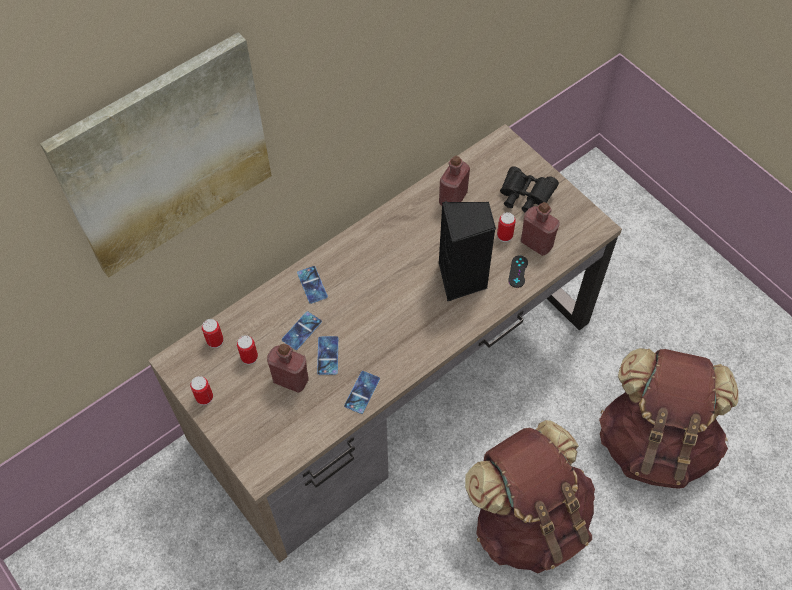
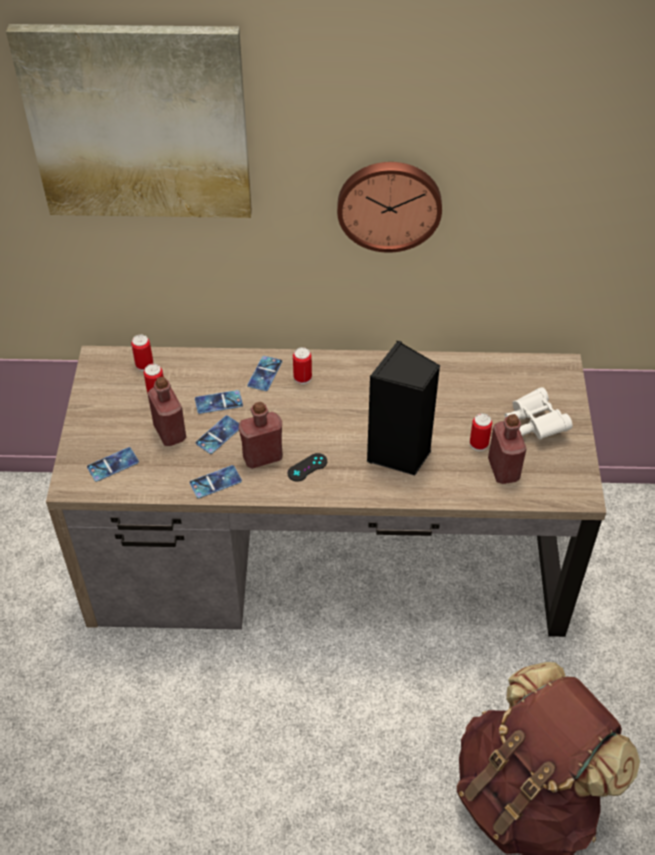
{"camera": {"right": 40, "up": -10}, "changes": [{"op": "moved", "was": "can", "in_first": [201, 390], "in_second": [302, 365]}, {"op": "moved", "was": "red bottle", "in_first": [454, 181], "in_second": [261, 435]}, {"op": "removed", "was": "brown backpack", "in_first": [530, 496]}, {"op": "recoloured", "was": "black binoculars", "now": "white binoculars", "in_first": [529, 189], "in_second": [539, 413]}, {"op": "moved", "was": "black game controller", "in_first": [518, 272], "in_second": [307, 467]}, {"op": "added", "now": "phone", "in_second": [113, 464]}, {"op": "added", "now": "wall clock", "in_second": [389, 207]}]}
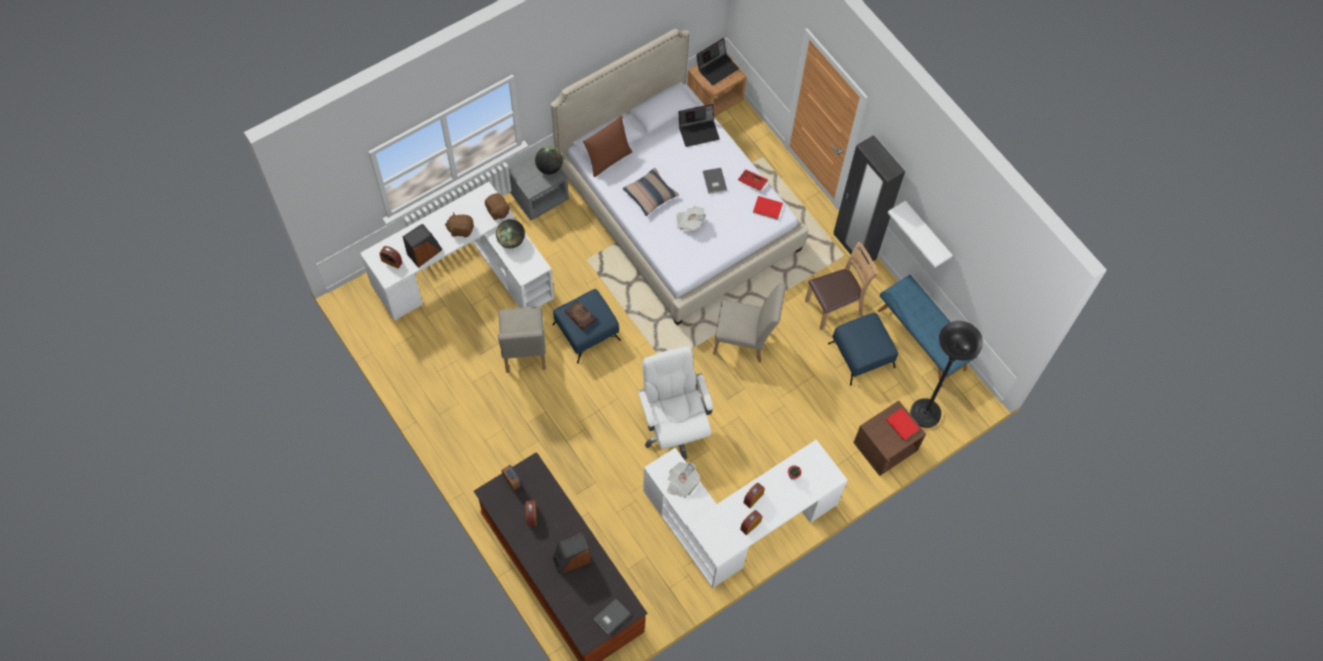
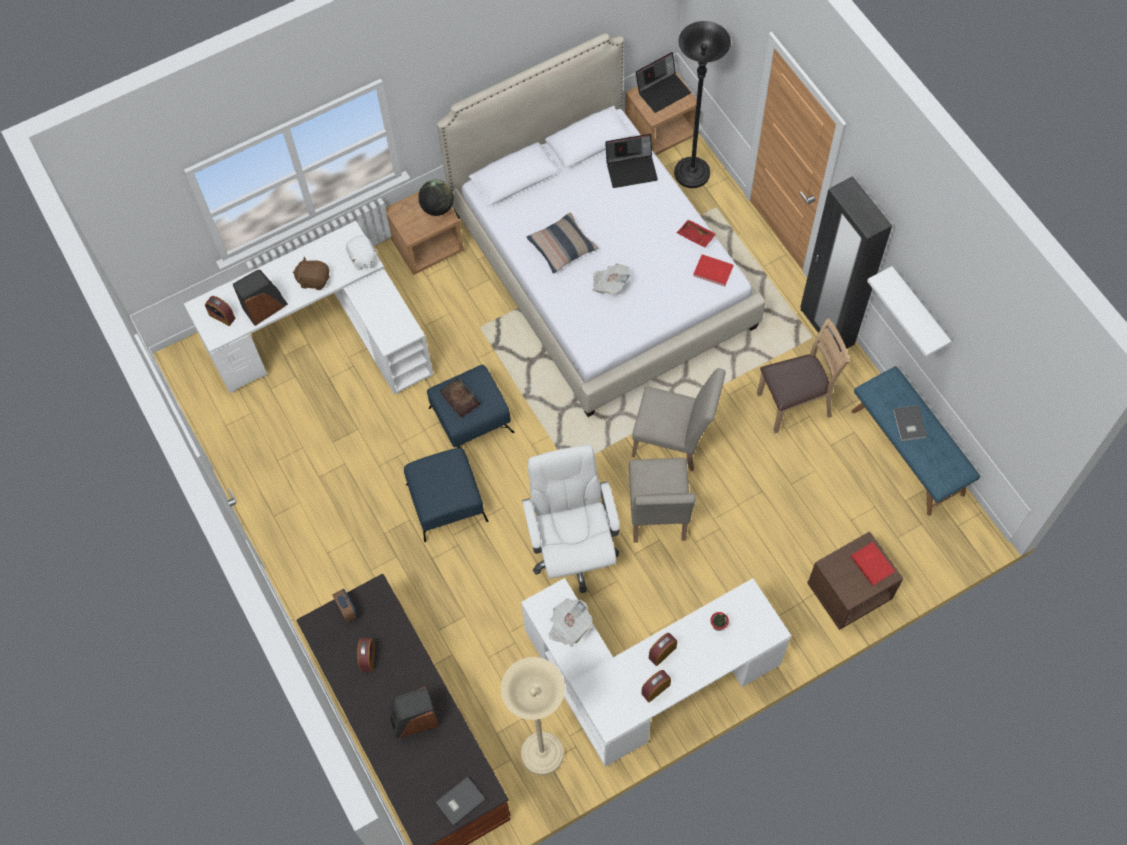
{"camera": {"right": 10, "up": 0}, "changes": [{"op": "recoloured", "was": "brown plush toy", "now": "white plush toy", "in_first": [497, 206], "in_second": [362, 252]}, {"op": "removed", "was": "globe", "in_first": [510, 233]}, {"op": "moved", "was": "beige chair", "in_first": [522, 339], "in_second": [662, 500]}, {"op": "recoloured", "was": "grey nightstand", "now": "brown nightstand", "in_first": [539, 187], "in_second": [424, 233]}, {"op": "removed", "was": "brown pillow", "in_first": [607, 146]}, {"op": "moved", "was": "grey book", "in_first": [715, 181], "in_second": [910, 423]}, {"op": "moved", "was": "blue ottoman", "in_first": [863, 349], "in_second": [446, 495]}, {"op": "moved", "was": "black floor lamp", "in_first": [946, 374], "in_second": [702, 104]}, {"op": "added", "now": "beige floor lamp", "in_second": [533, 716]}]}
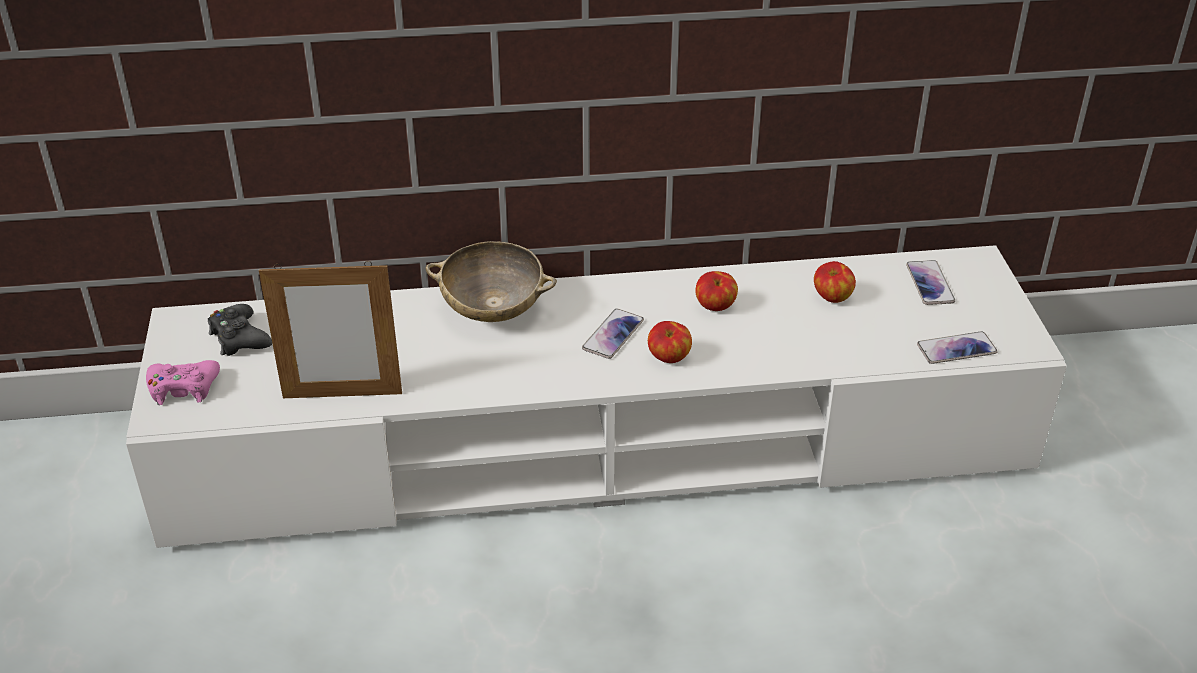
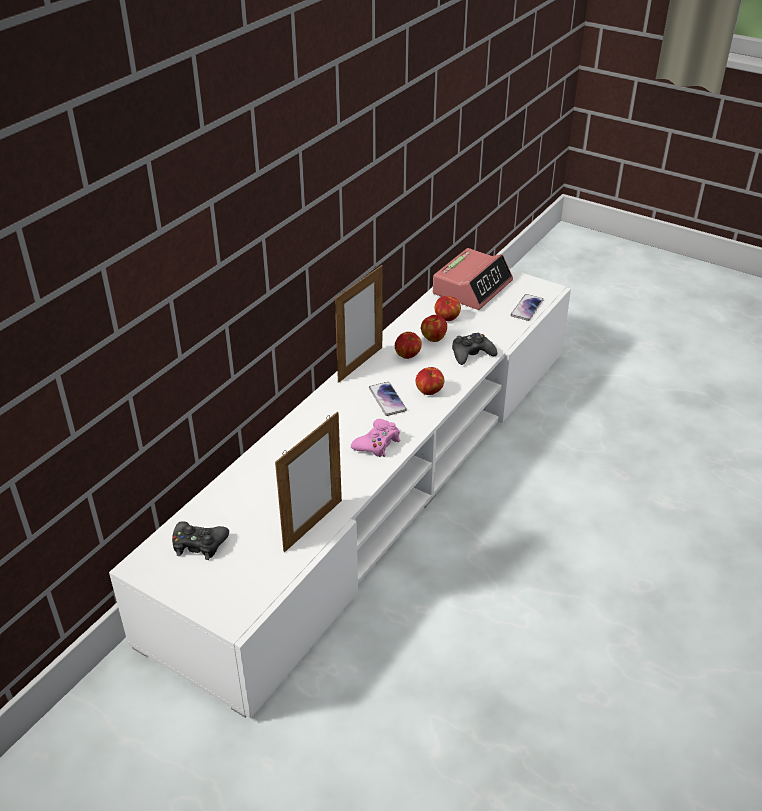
{"camera": {"right": -50, "up": 0}, "changes": [{"op": "moved", "was": "pink game controller", "in_first": [183, 382], "in_second": [375, 438]}, {"op": "removed", "was": "beige bowl", "in_first": [491, 281]}, {"op": "replaced", "was": "phone", "now": "alarm clock", "in_first": [930, 282], "in_second": [473, 279]}, {"op": "added", "now": "picture frame", "in_second": [358, 324]}, {"op": "added", "now": "apple", "in_second": [434, 328]}, {"op": "added", "now": "black game controller", "in_second": [474, 349]}]}
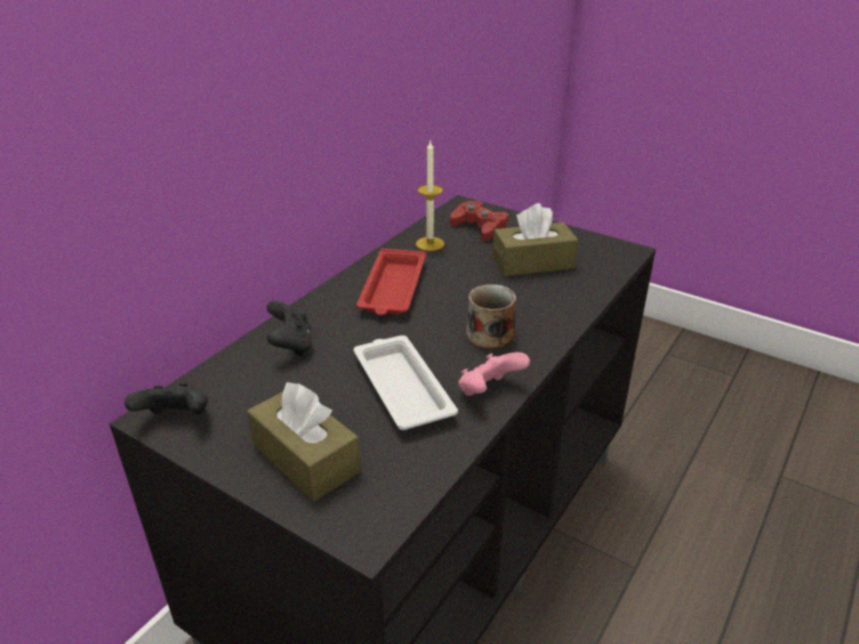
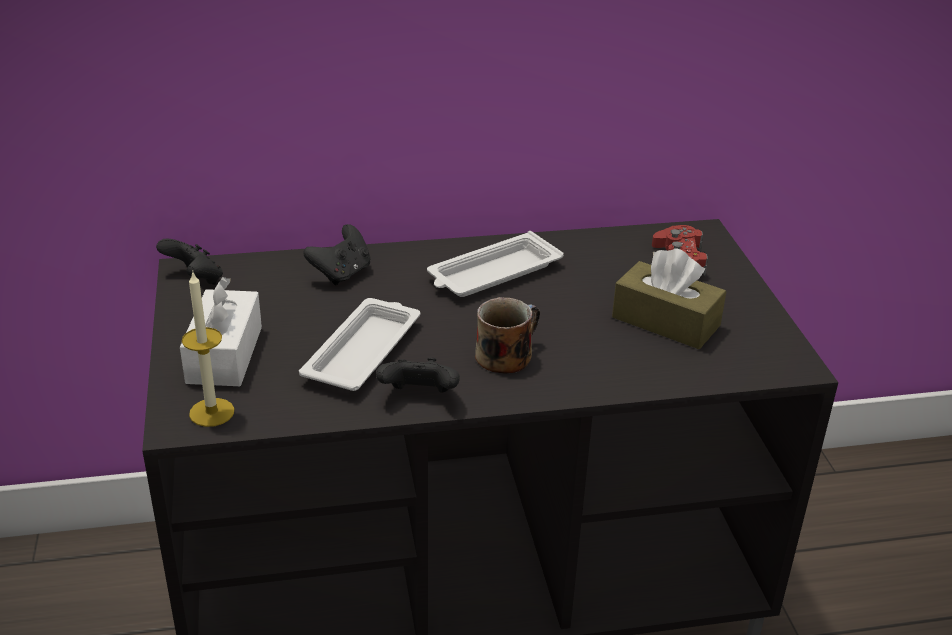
{"camera": {"right": 45, "up": 0}, "changes": [{"op": "recoloured", "was": "brown tissue box", "now": "white tissue box", "in_first": [304, 441], "in_second": [221, 331]}, {"op": "recoloured", "was": "red tray", "now": "white tray", "in_first": [391, 281], "in_second": [495, 264]}, {"op": "moved", "was": "candle", "in_first": [430, 196], "in_second": [208, 349]}, {"op": "recoloured", "was": "pink game controller", "now": "black game controller", "in_first": [494, 374], "in_second": [418, 375]}]}
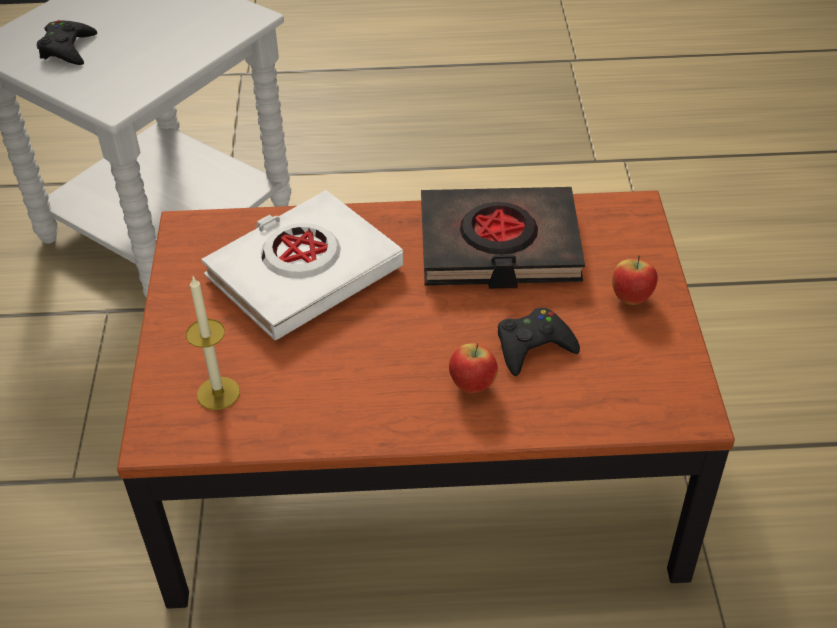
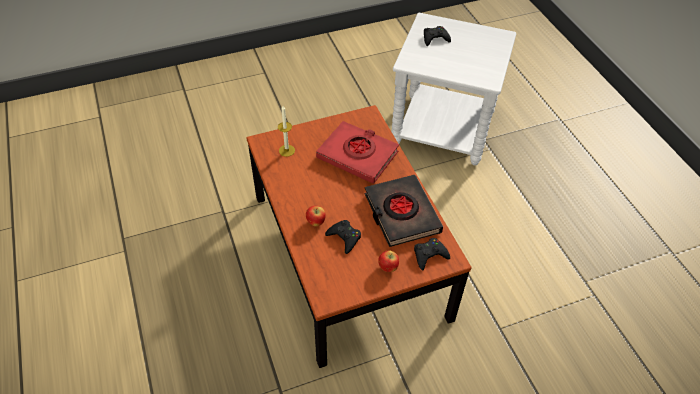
{"camera": {"right": 70, "up": 5}, "changes": [{"op": "recoloured", "was": "white book", "now": "red book", "in_first": [302, 265], "in_second": [357, 152]}, {"op": "added", "now": "black game controller", "in_second": [432, 254]}]}
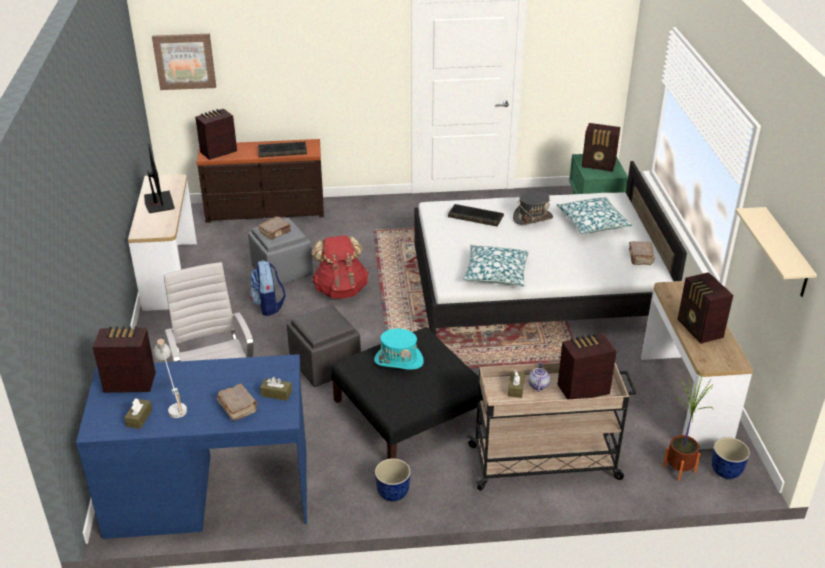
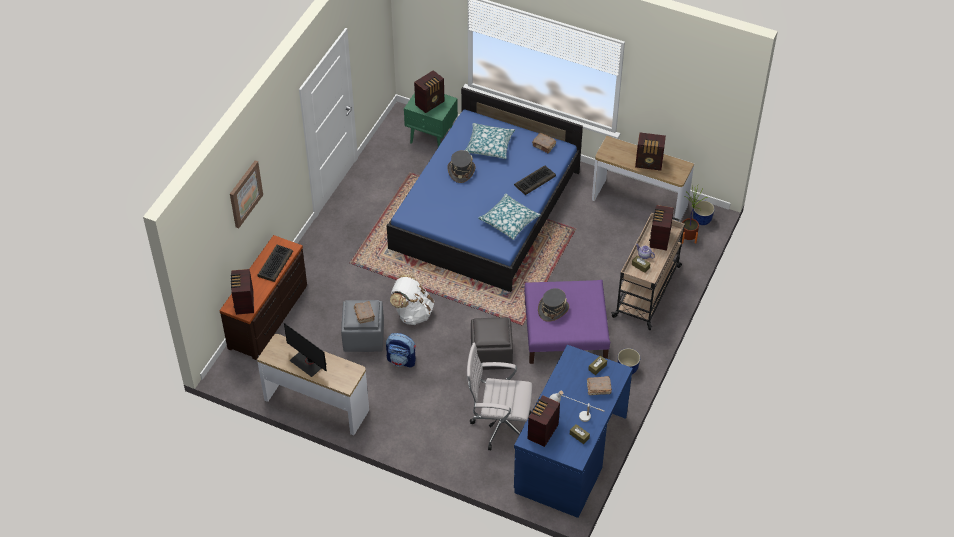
{"camera": {"right": -60, "up": 15}, "changes": [{"op": "turned", "was": "monitor", "in_first": [159, 178], "in_second": [305, 350], "clockwise": -150}, {"op": "moved", "was": "picture", "in_first": [184, 62], "in_second": [246, 194]}, {"op": "recoloured", "was": "red backpack", "now": "white backpack", "in_first": [340, 267], "in_second": [412, 300]}, {"op": "recoloured", "was": "black ottoman", "now": "purple ottoman", "in_first": [407, 393], "in_second": [567, 322]}, {"op": "recoloured", "was": "turquoise hat", "now": "grey hat", "in_first": [399, 349], "in_second": [553, 305]}, {"op": "recoloured", "was": "white bed", "now": "blue bed", "in_first": [551, 248], "in_second": [485, 189]}, {"op": "moved", "was": "keyboard", "in_first": [476, 215], "in_second": [535, 180]}, {"op": "removed", "was": "beige shelf", "in_first": [776, 252]}]}
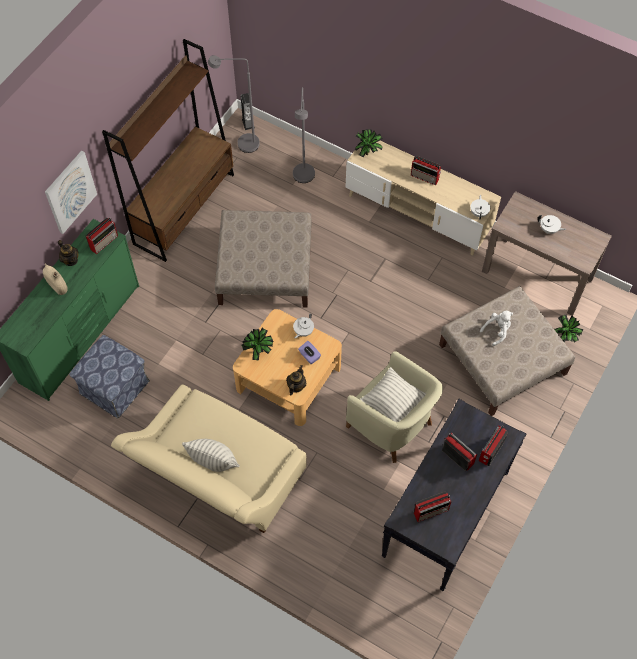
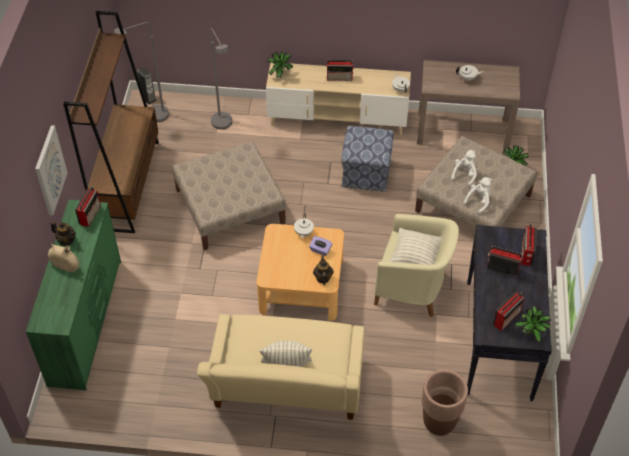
{"camera": {"right": -25, "up": -10}, "changes": [{"op": "moved", "was": "ottoman", "in_first": [109, 377], "in_second": [367, 159]}, {"op": "moved", "was": "potted plant", "in_first": [257, 344], "in_second": [533, 324]}, {"op": "added", "now": "brown planter", "in_second": [445, 402]}, {"op": "added", "now": "white plush toy", "in_second": [477, 195]}]}
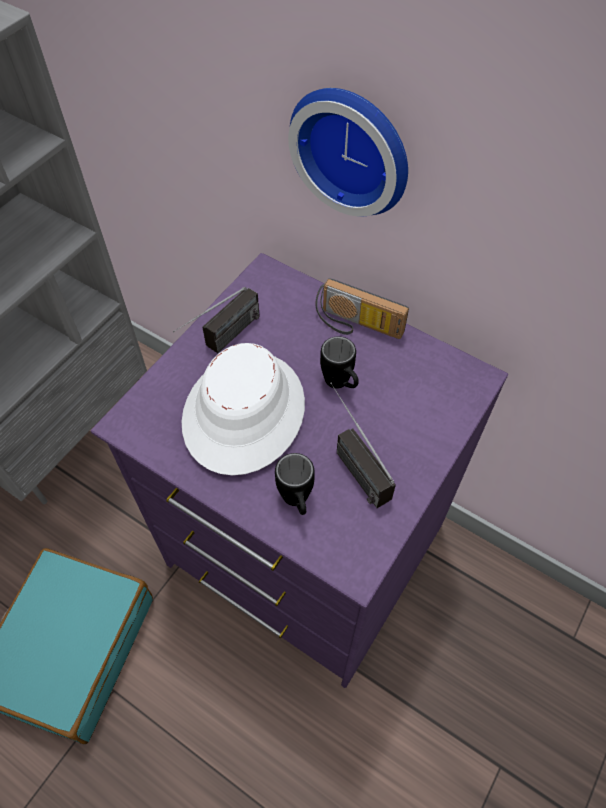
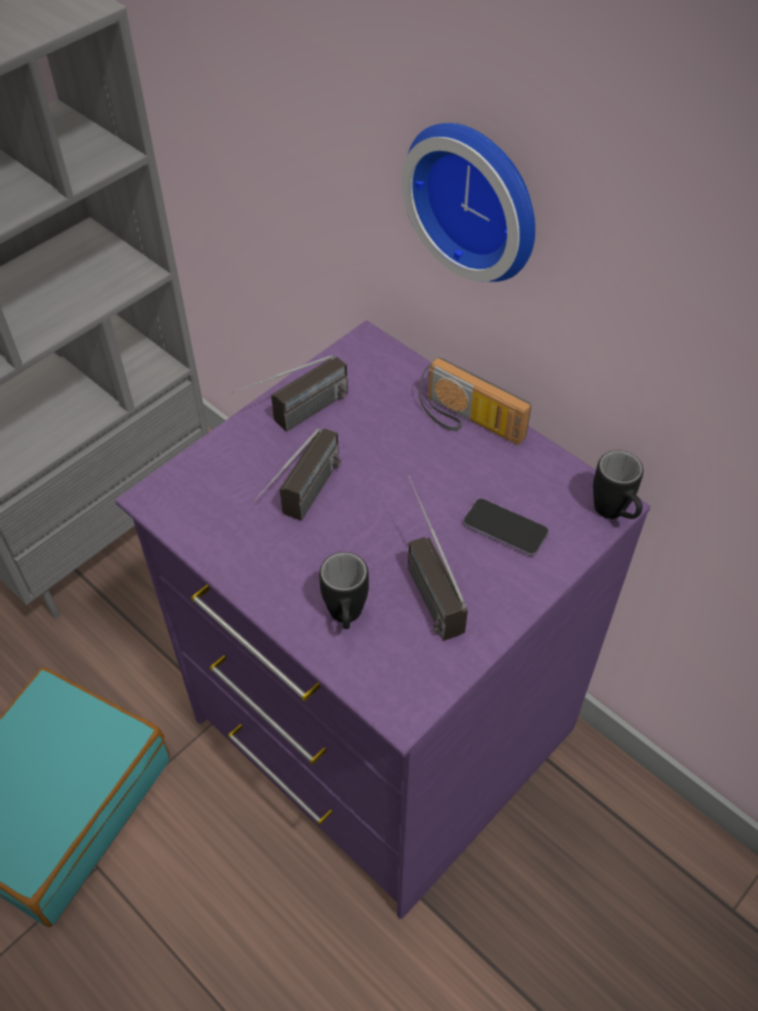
{"camera": {"right": 10, "up": -5}, "changes": [{"op": "replaced", "was": "white hat", "now": "radio", "in_first": [243, 409], "in_second": [297, 474]}, {"op": "moved", "was": "black mug", "in_first": [339, 362], "in_second": [618, 484]}, {"op": "added", "now": "phone", "in_second": [506, 527]}]}
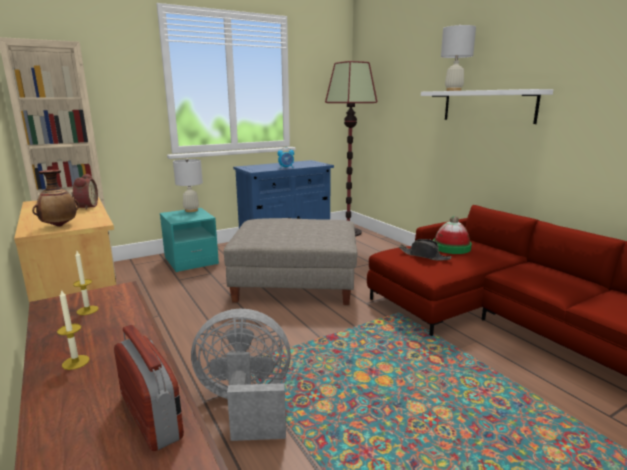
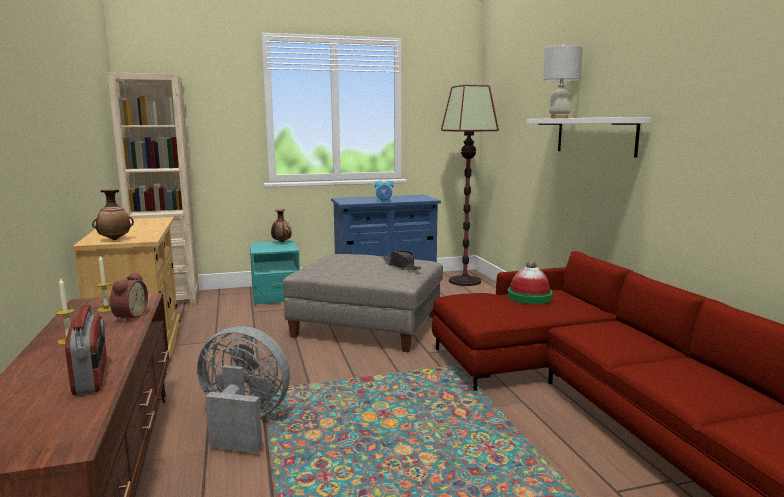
{"camera": {"right": 15, "up": -5}, "changes": [{"op": "moved", "was": "alarm clock", "in_first": [84, 192], "in_second": [129, 297]}, {"op": "replaced", "was": "white table lamp", "now": "vase", "in_first": [188, 185], "in_second": [281, 225]}, {"op": "moved", "was": "black hat", "in_first": [425, 250], "in_second": [402, 260]}]}
